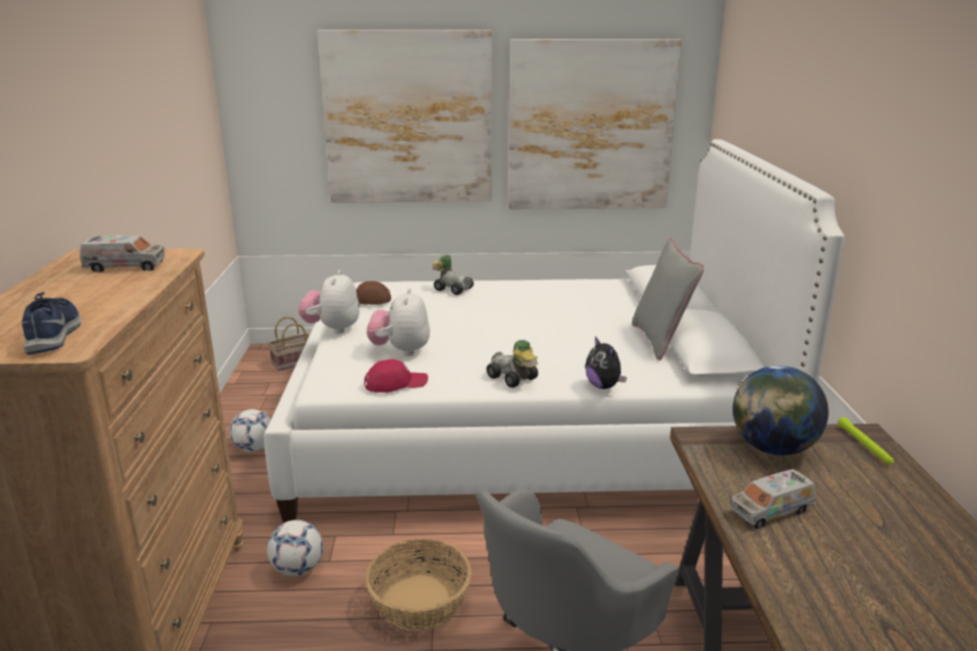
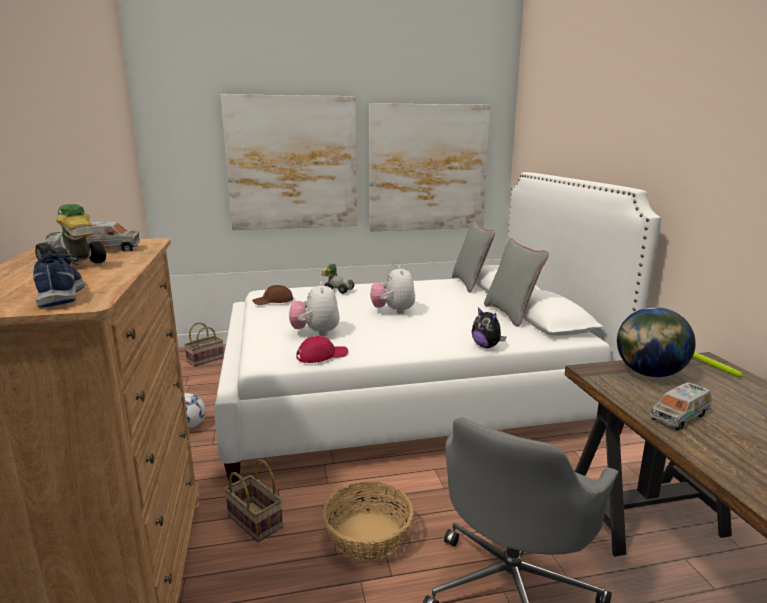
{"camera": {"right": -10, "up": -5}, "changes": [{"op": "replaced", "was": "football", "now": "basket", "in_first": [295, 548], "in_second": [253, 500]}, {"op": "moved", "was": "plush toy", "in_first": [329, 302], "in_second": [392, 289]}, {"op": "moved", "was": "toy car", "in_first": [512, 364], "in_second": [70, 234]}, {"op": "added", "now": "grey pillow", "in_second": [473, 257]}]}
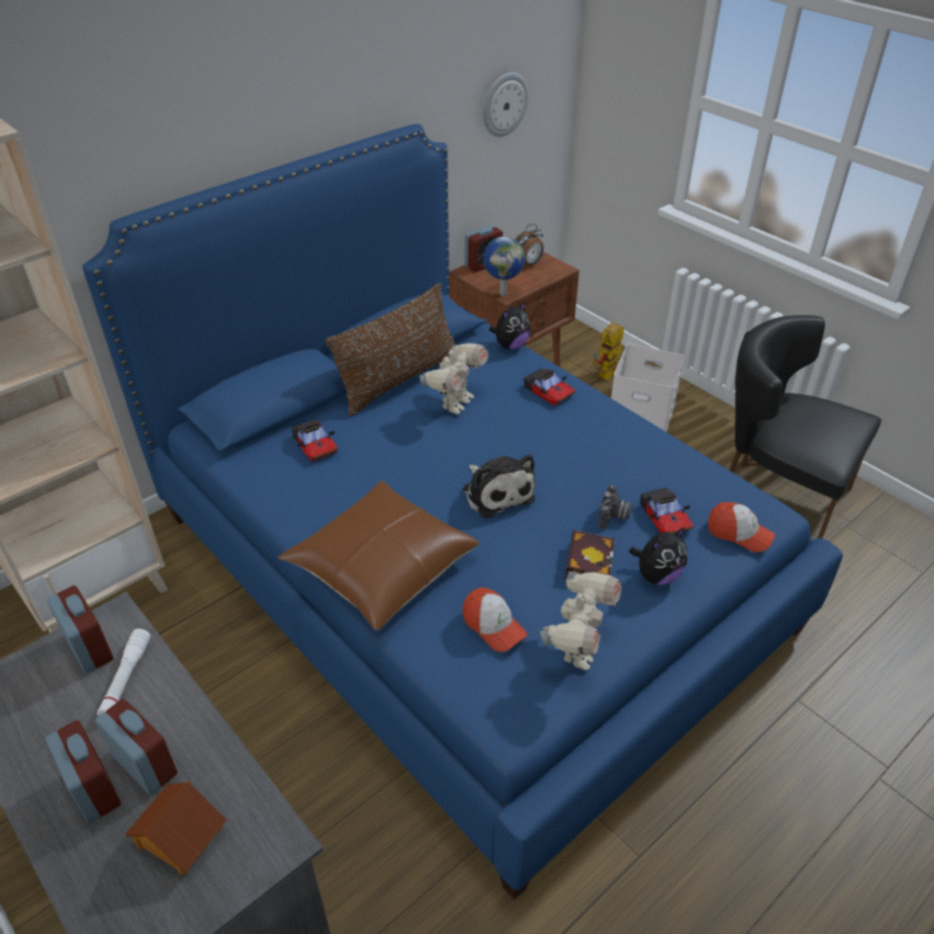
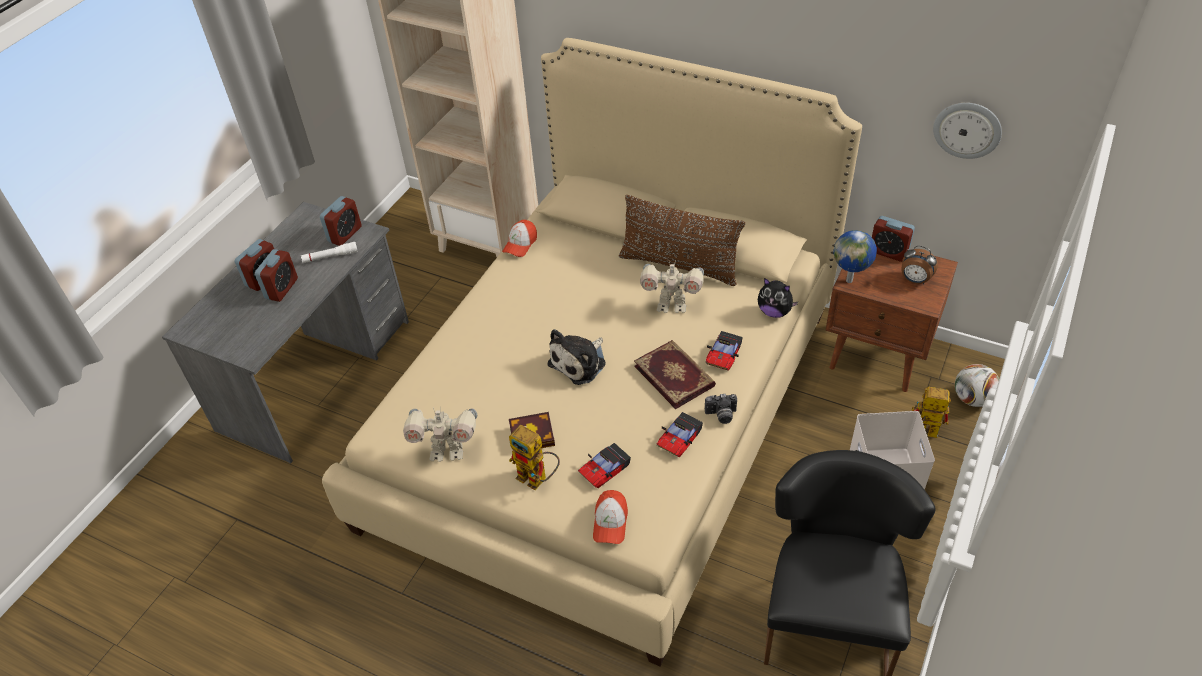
{"camera": {"right": 70, "up": 5}, "changes": [{"op": "recoloured", "was": "blue bed", "now": "beige bed", "in_first": [462, 512], "in_second": [592, 352]}, {"op": "removed", "was": "toy house", "in_first": [176, 828]}, {"op": "removed", "was": "brown pillow", "in_first": [378, 555]}, {"op": "moved", "was": "toy car", "in_first": [314, 440], "in_second": [680, 434]}, {"op": "moved", "was": "cap", "in_first": [495, 619], "in_second": [519, 238]}, {"op": "moved", "was": "photo camera", "in_first": [615, 507], "in_second": [721, 409]}, {"op": "replaced", "was": "plush toy", "now": "toy robot", "in_first": [658, 556], "in_second": [534, 457]}, {"op": "added", "now": "book", "in_second": [675, 374]}, {"op": "added", "now": "football", "in_second": [977, 385]}]}
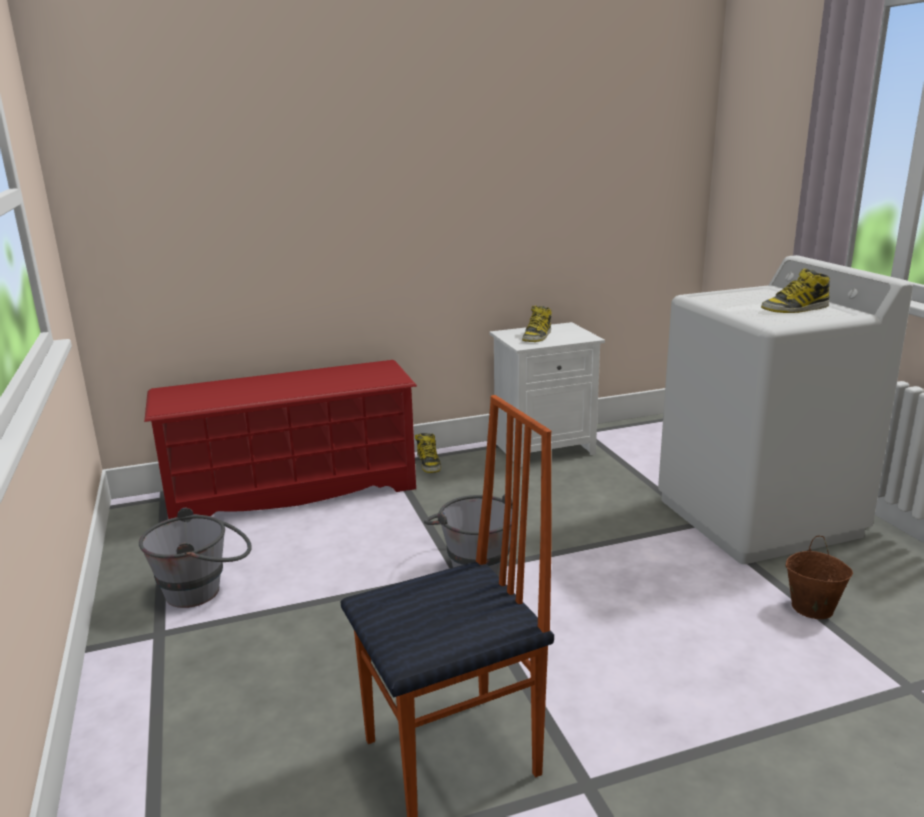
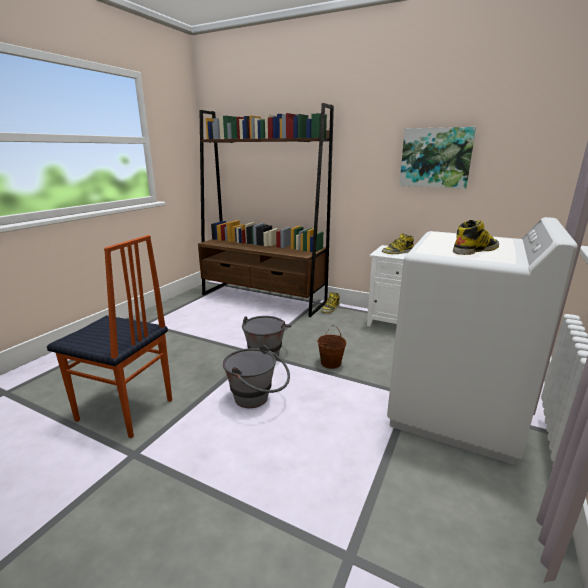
{"camera": {"right": 45, "up": 0}, "changes": [{"op": "moved", "was": "grey bucket", "in_first": [195, 558], "in_second": [256, 376]}, {"op": "replaced", "was": "red shoe rack", "now": "brown bookcase", "in_first": [280, 439], "in_second": [266, 210]}, {"op": "turned", "was": "boot", "in_first": [795, 291], "in_second": [476, 237], "clockwise": 120}, {"op": "moved", "was": "brown bucket", "in_first": [819, 577], "in_second": [332, 347]}, {"op": "added", "now": "picture", "in_second": [437, 158]}]}
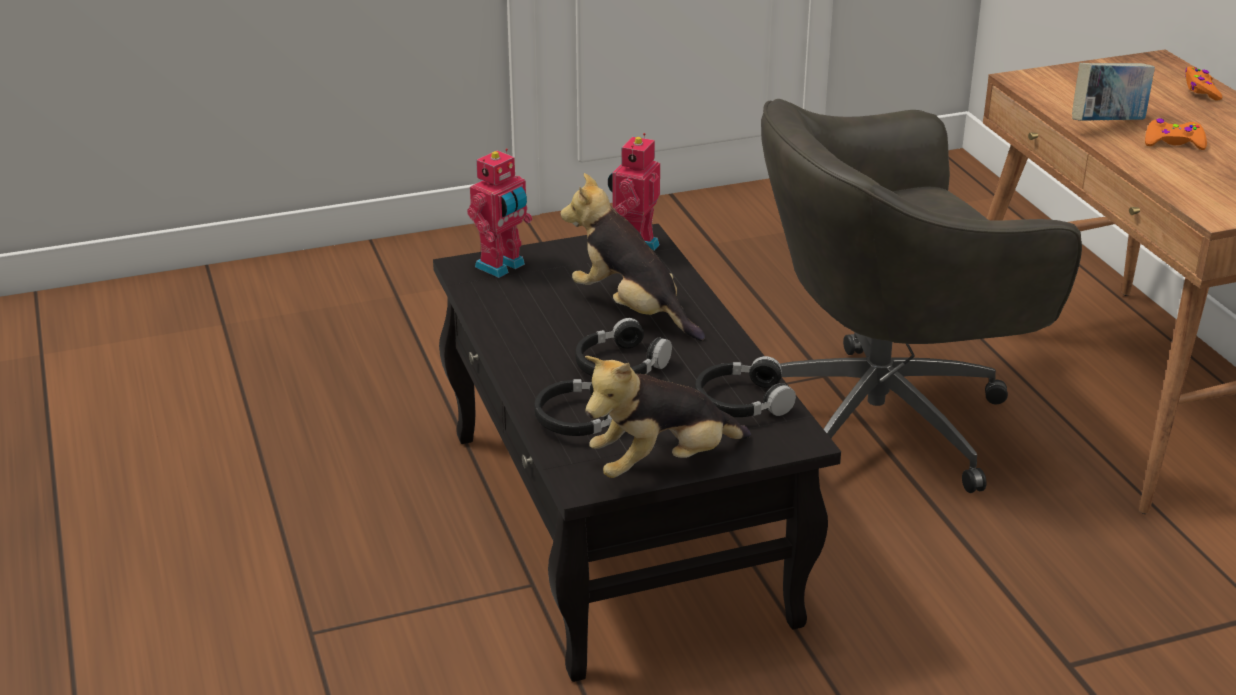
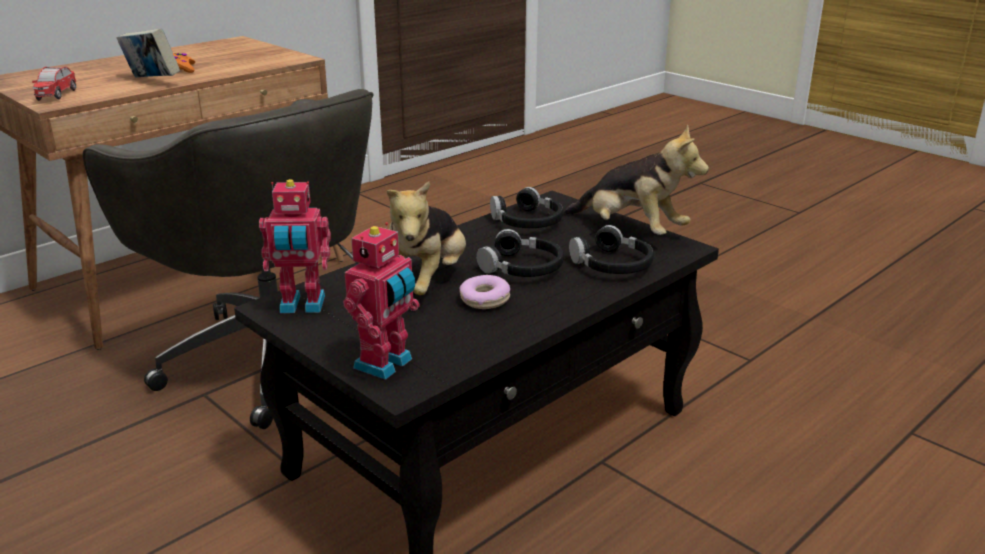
{"camera": {"right": -115, "up": -5}, "changes": [{"op": "turned", "was": "toy robot", "in_first": [499, 213], "in_second": [381, 301], "clockwise": 105}, {"op": "removed", "was": "orange game controller", "in_first": [1203, 83]}, {"op": "added", "now": "toy car", "in_second": [54, 84]}, {"op": "added", "now": "donut", "in_second": [484, 292]}]}
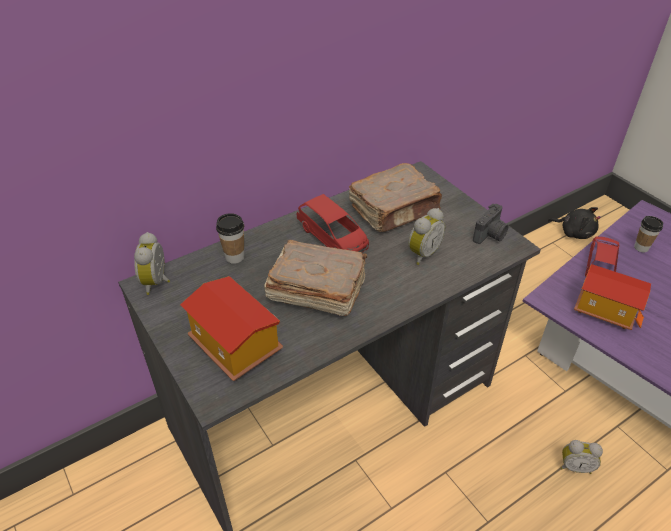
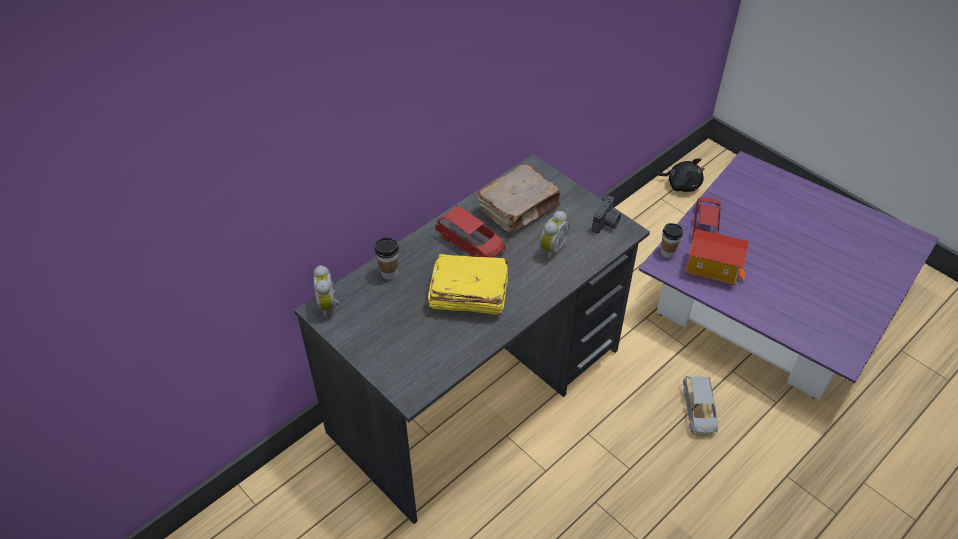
{"camera": {"right": -10, "up": 5}, "changes": [{"op": "removed", "was": "toy house", "in_first": [231, 328]}, {"op": "recoloured", "was": "brown book", "now": "yellow book", "in_first": [315, 278], "in_second": [468, 284]}, {"op": "replaced", "was": "alarm clock", "now": "grey toy car", "in_first": [582, 457], "in_second": [700, 405]}, {"op": "moved", "was": "cup", "in_first": [648, 234], "in_second": [672, 240]}]}
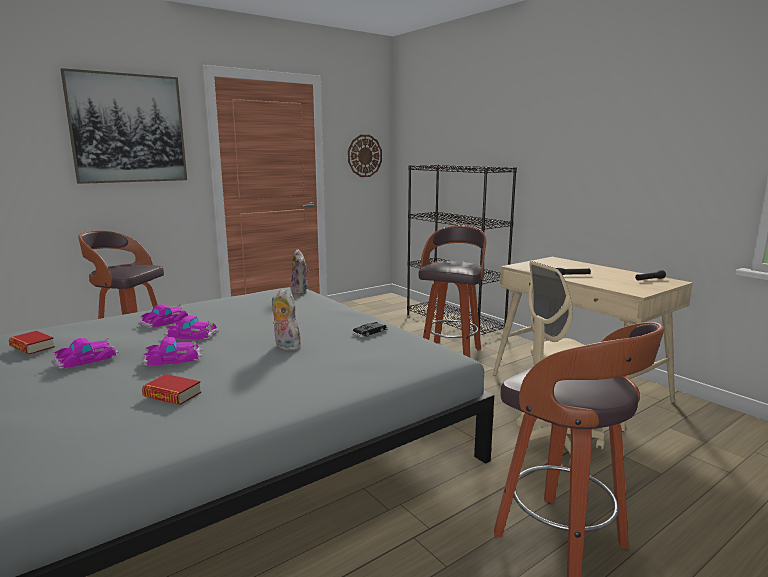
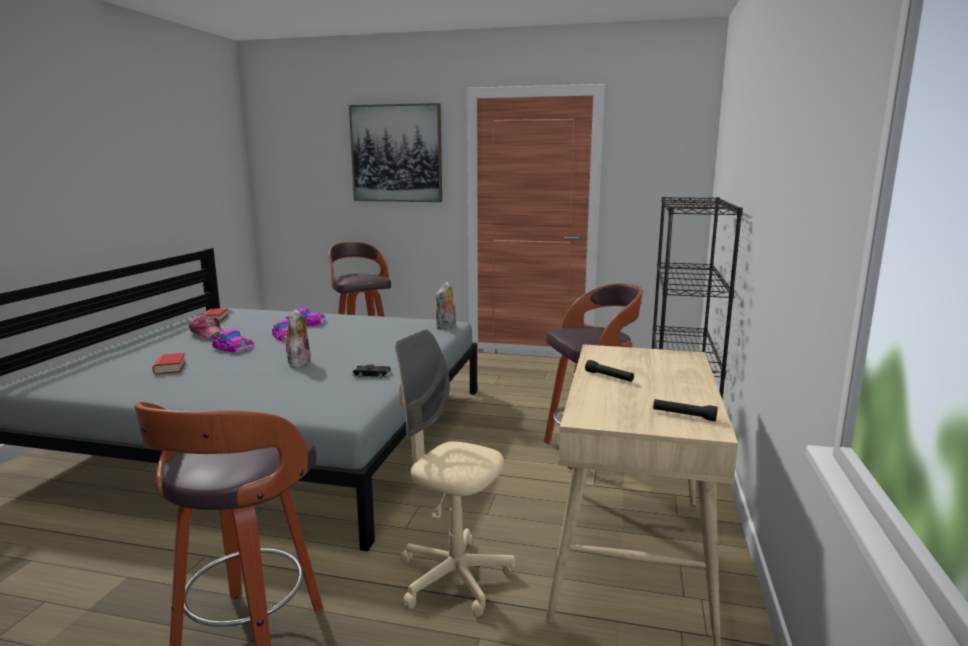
{"camera": {"right": 50, "up": 0}, "changes": [{"op": "replaced", "was": "toy car", "now": "cap", "in_first": [85, 353], "in_second": [206, 326]}, {"op": "removed", "was": "wall clock", "in_first": [365, 156]}]}
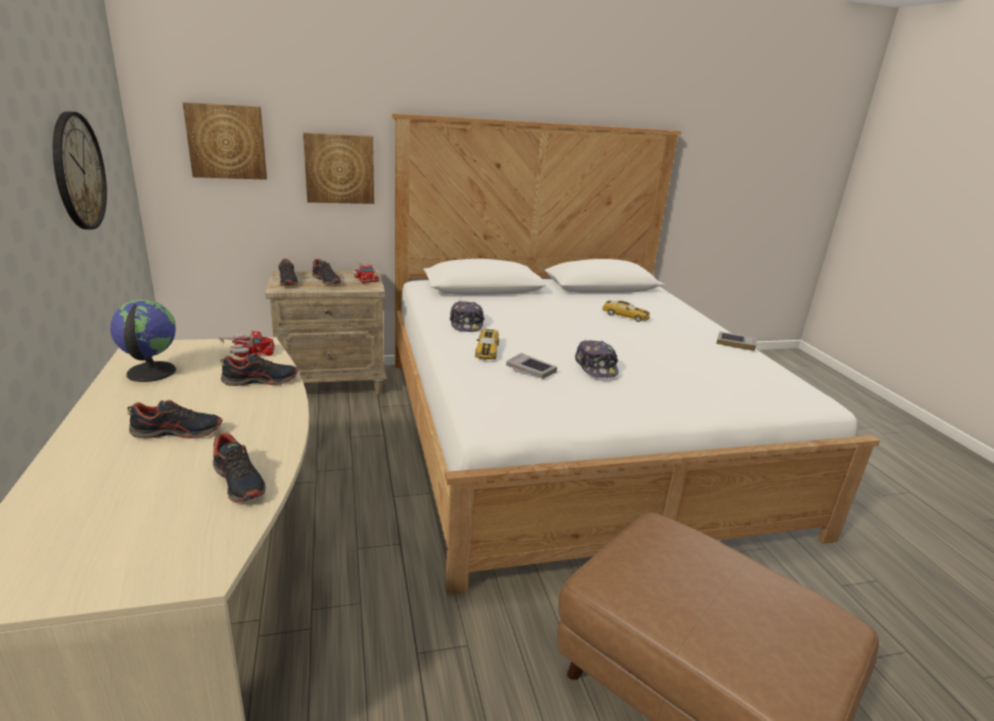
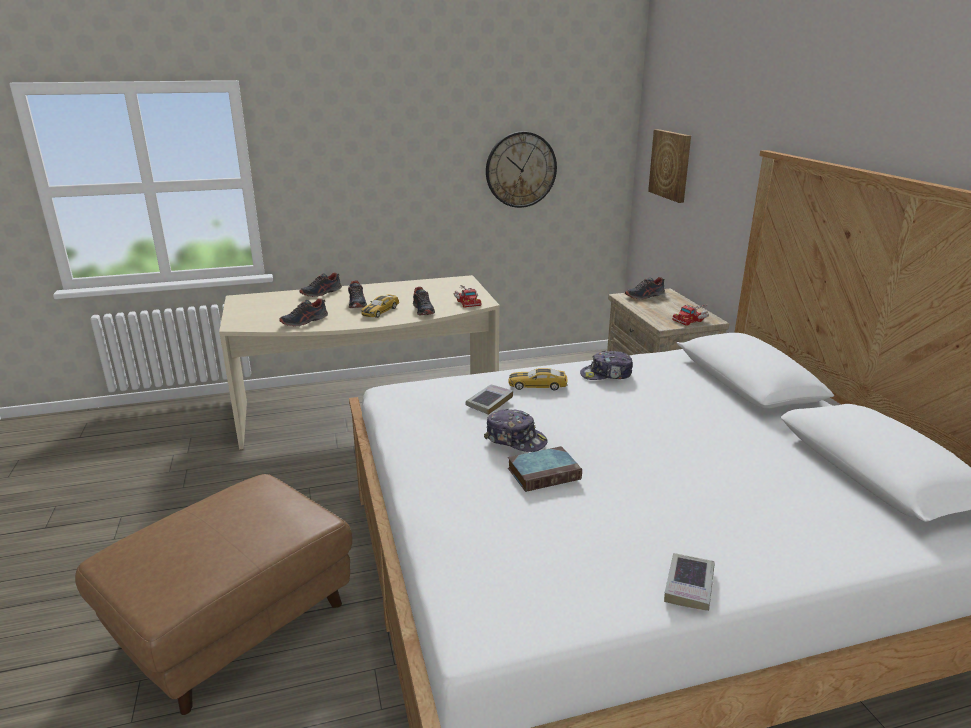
{"camera": {"right": 90, "up": 0}, "changes": [{"op": "removed", "was": "globe", "in_first": [143, 341]}, {"op": "removed", "was": "picture", "in_first": [338, 168]}, {"op": "moved", "was": "shoe", "in_first": [326, 272], "in_second": [321, 284]}, {"op": "turned", "was": "cap", "in_first": [596, 359], "in_second": [516, 430], "clockwise": -135}, {"op": "moved", "was": "toy car", "in_first": [626, 311], "in_second": [380, 306]}, {"op": "added", "now": "book", "in_second": [545, 469]}]}
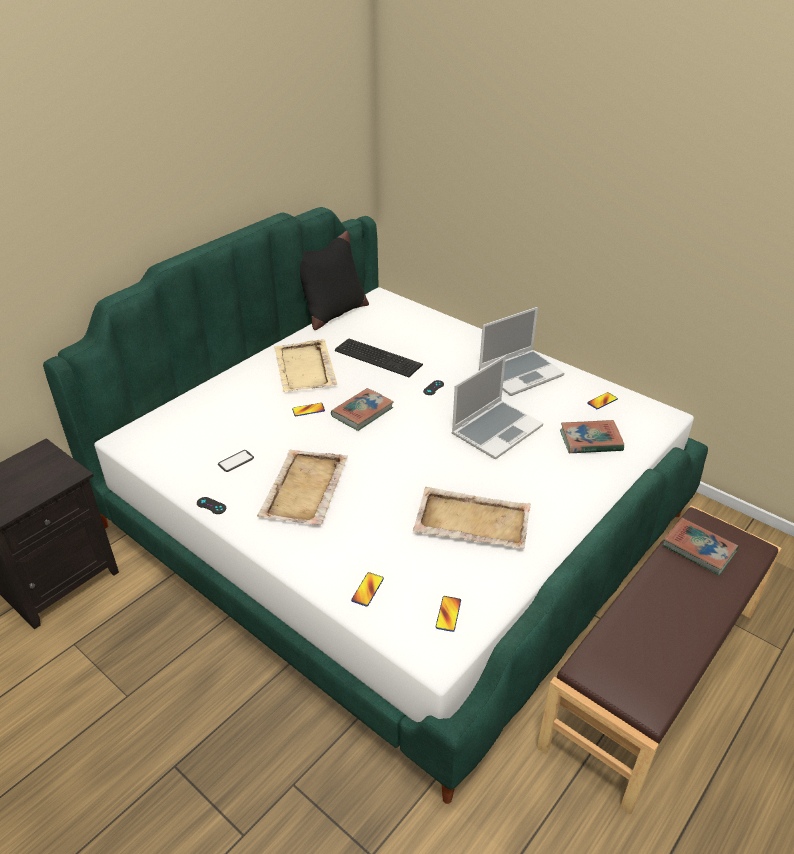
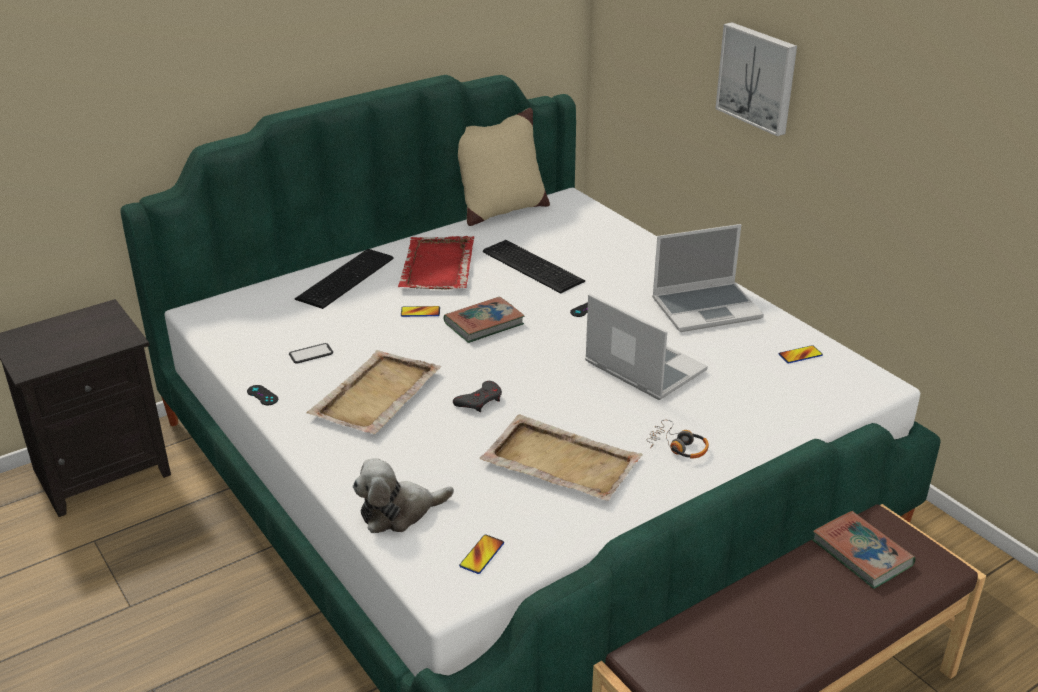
{"camera": {"right": 15, "up": -5}, "changes": [{"op": "recoloured", "was": "beige tray", "now": "red tray", "in_first": [305, 365], "in_second": [436, 262]}, {"op": "recoloured", "was": "black pillow", "now": "beige pillow", "in_first": [334, 280], "in_second": [504, 167]}, {"op": "replaced", "was": "phone", "now": "plush toy", "in_first": [367, 589], "in_second": [403, 495]}, {"op": "turned", "was": "laptop", "in_first": [497, 408], "in_second": [646, 347], "clockwise": -105}, {"op": "removed", "was": "book", "in_first": [592, 436]}, {"op": "added", "now": "keyboard", "in_second": [344, 279]}, {"op": "added", "now": "grey game controller", "in_second": [477, 396]}, {"op": "added", "now": "headphones", "in_second": [678, 439]}, {"op": "added", "now": "picture", "in_second": [756, 79]}]}
